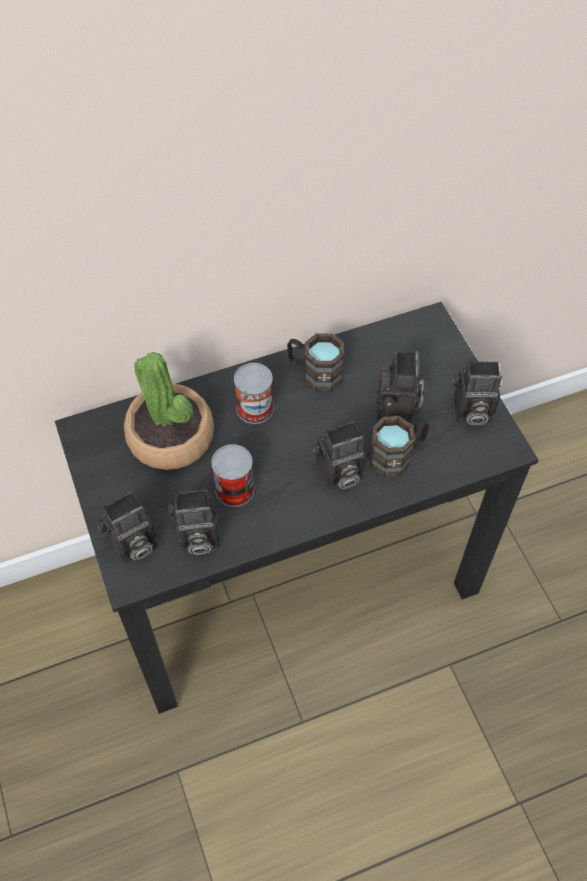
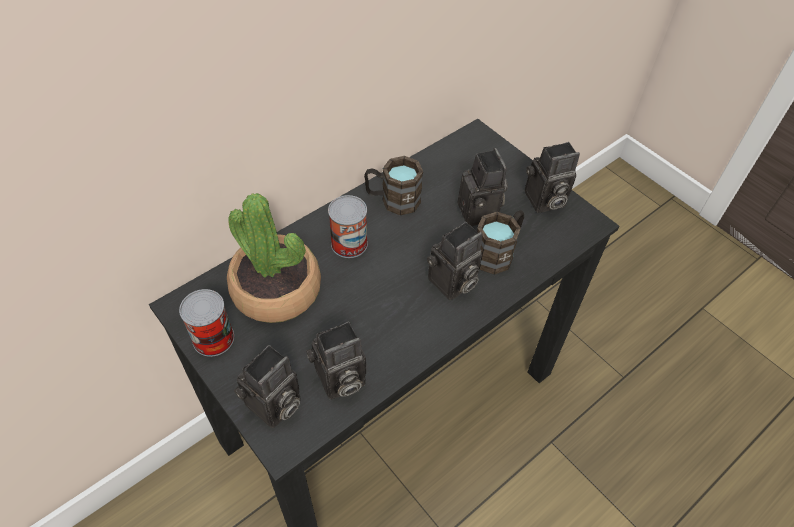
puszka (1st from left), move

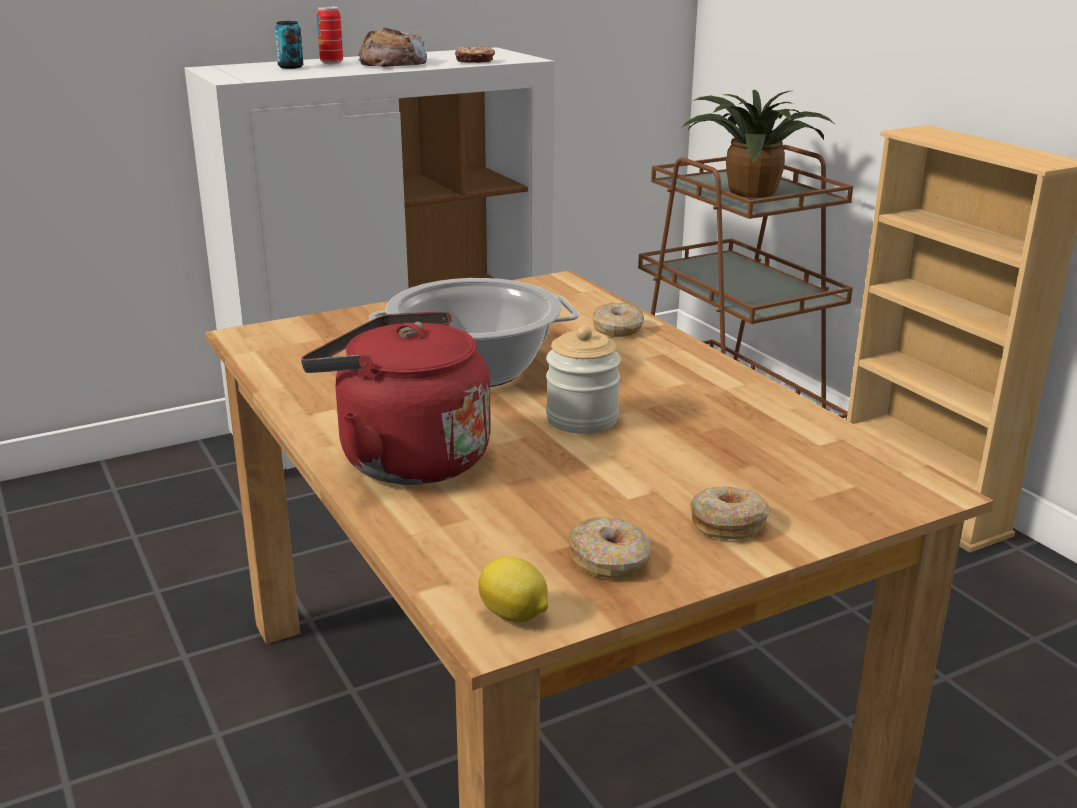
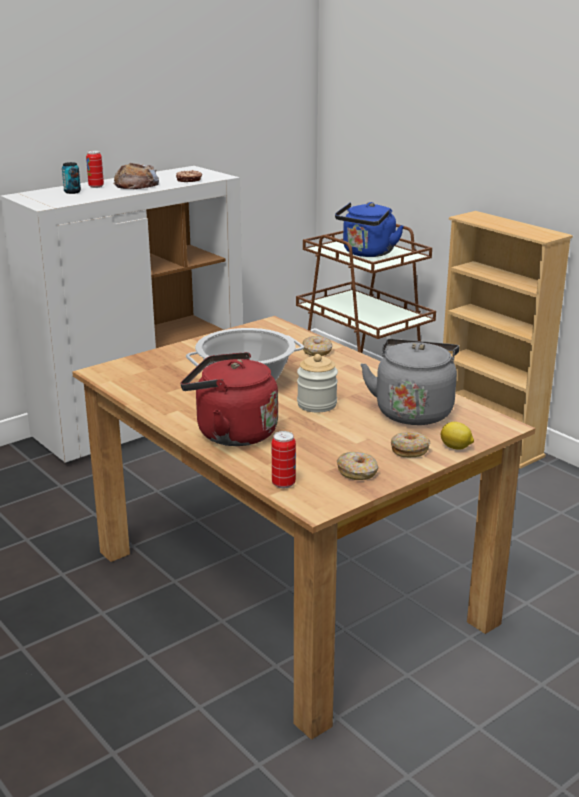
none -> puszka (3rd from left)
none -> czajnik [szary]
cytryna, move
roślina doniczkowa -> czajnik [niebieski]

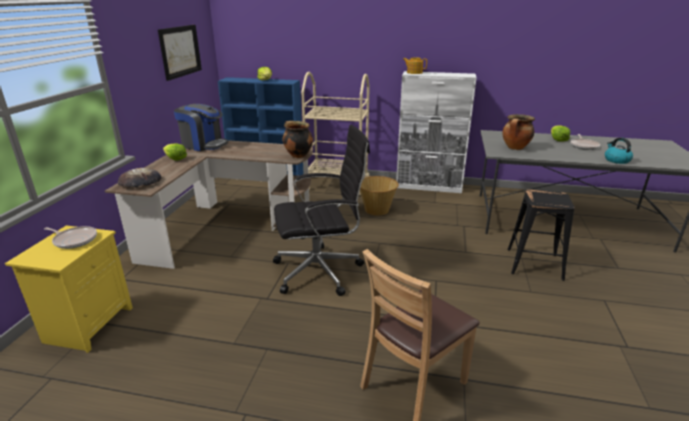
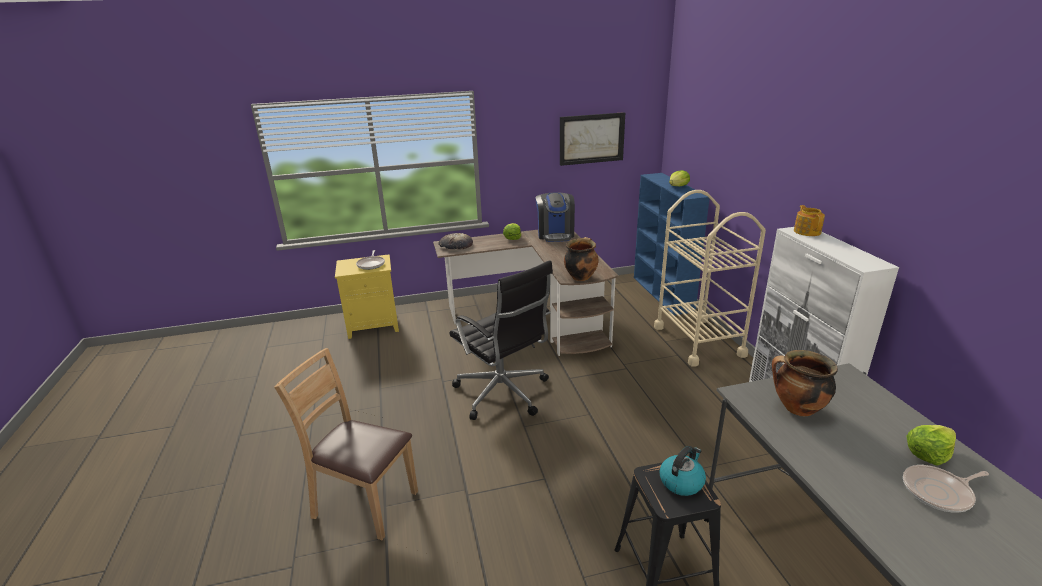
koszyk -> none
czajnik, move

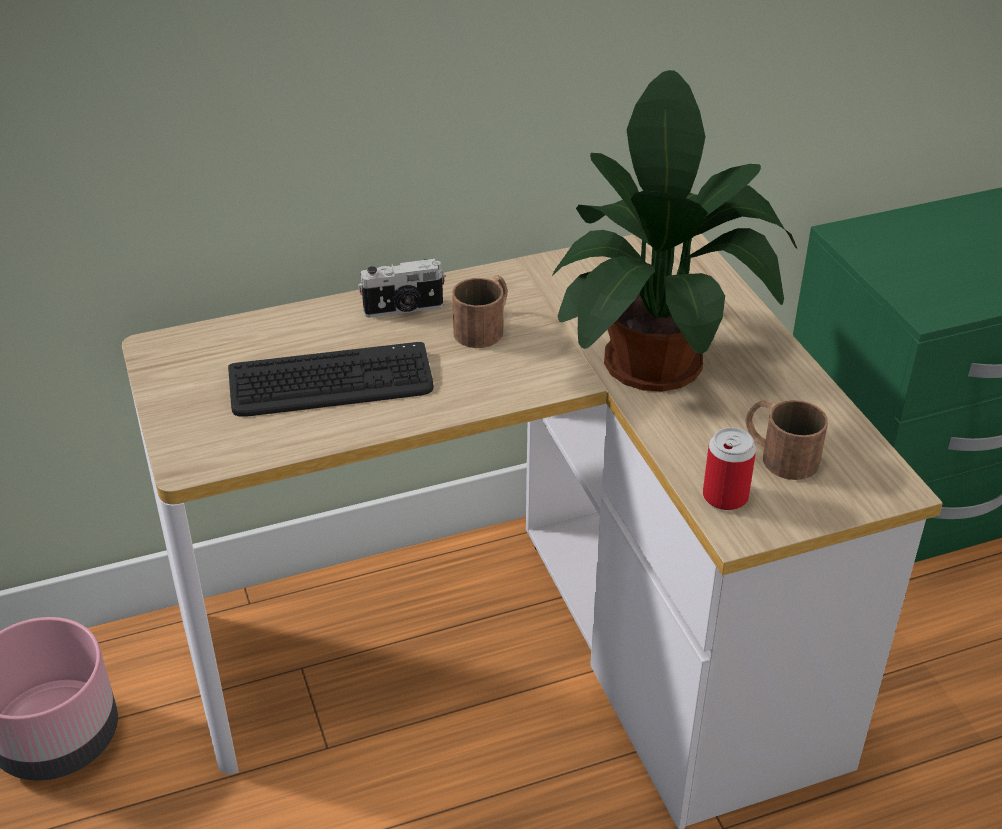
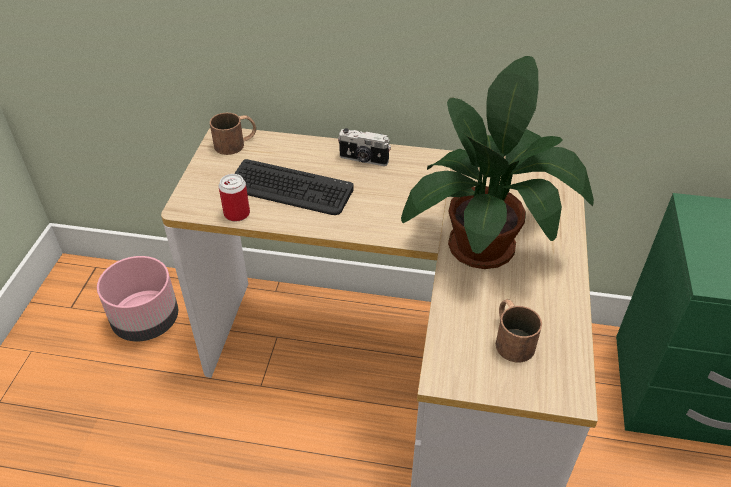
kubek [brązowy] (1st from left), move
puszka, move

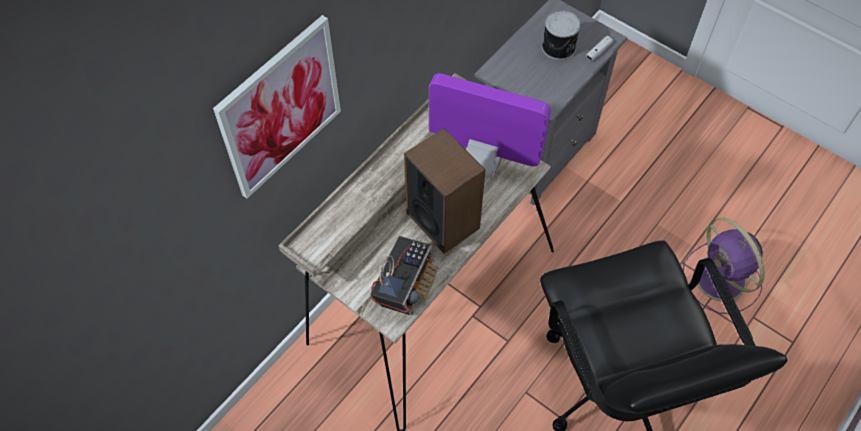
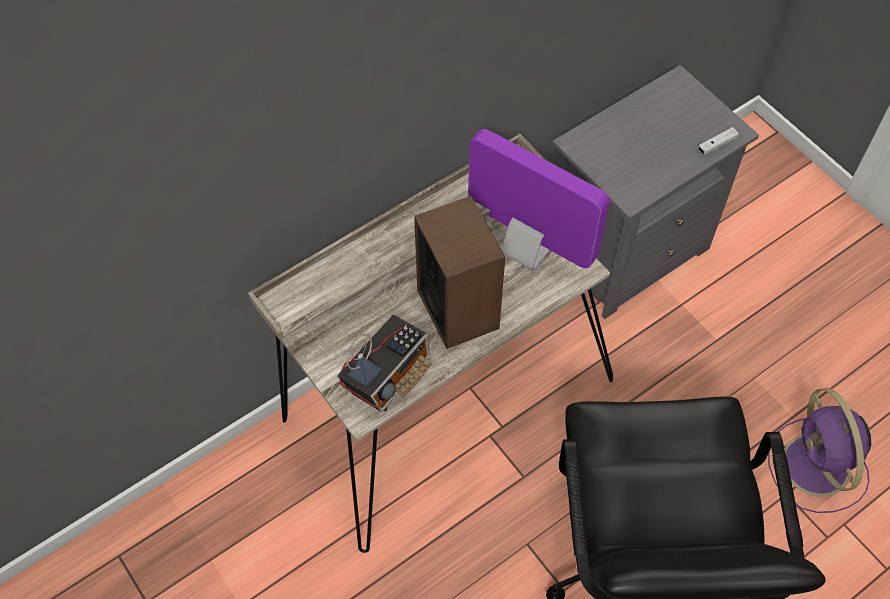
obraz -> none
puszka -> none

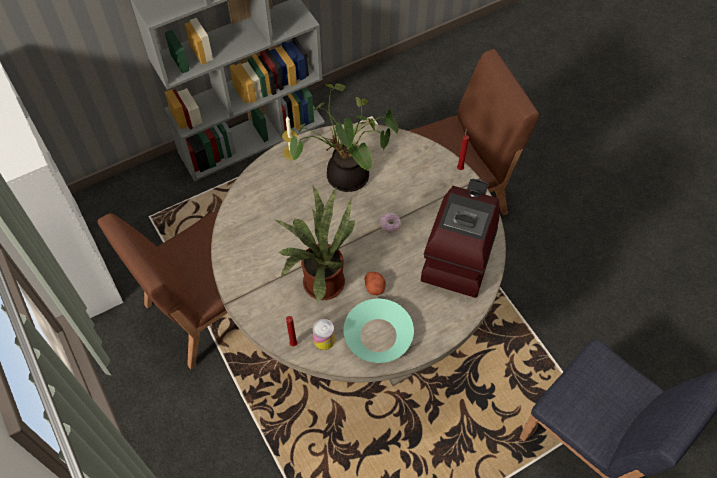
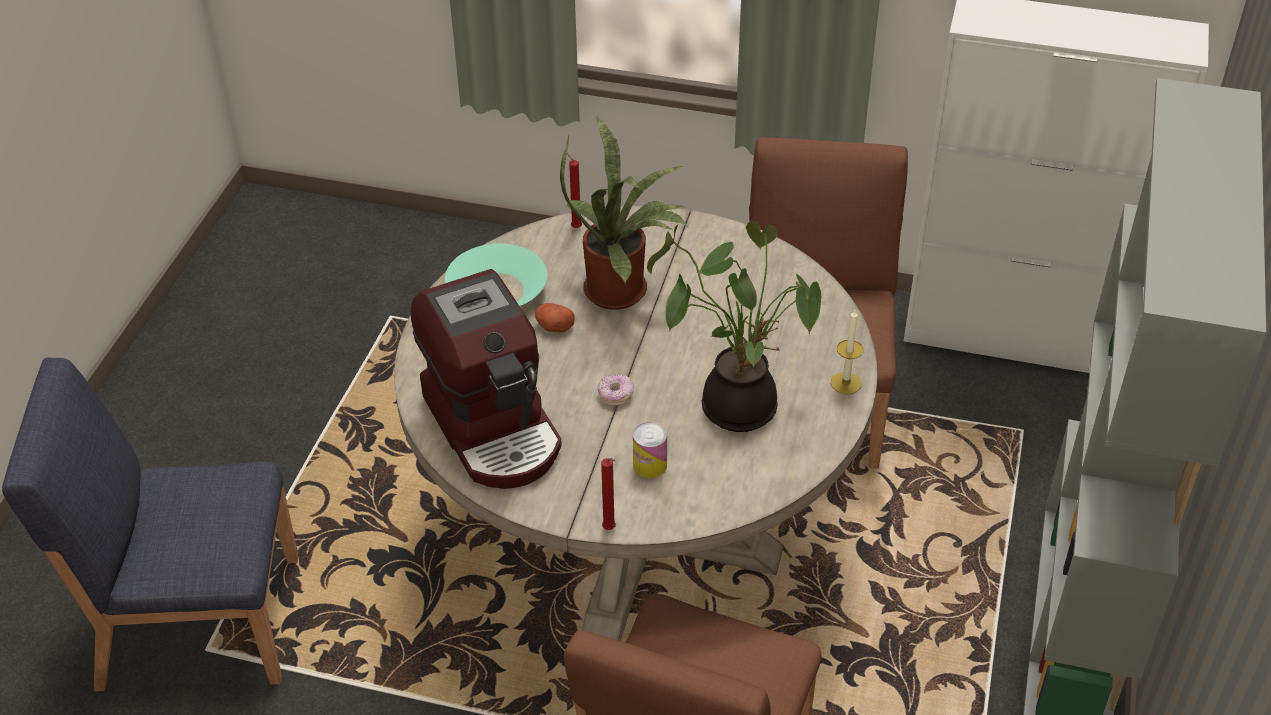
puszka, move

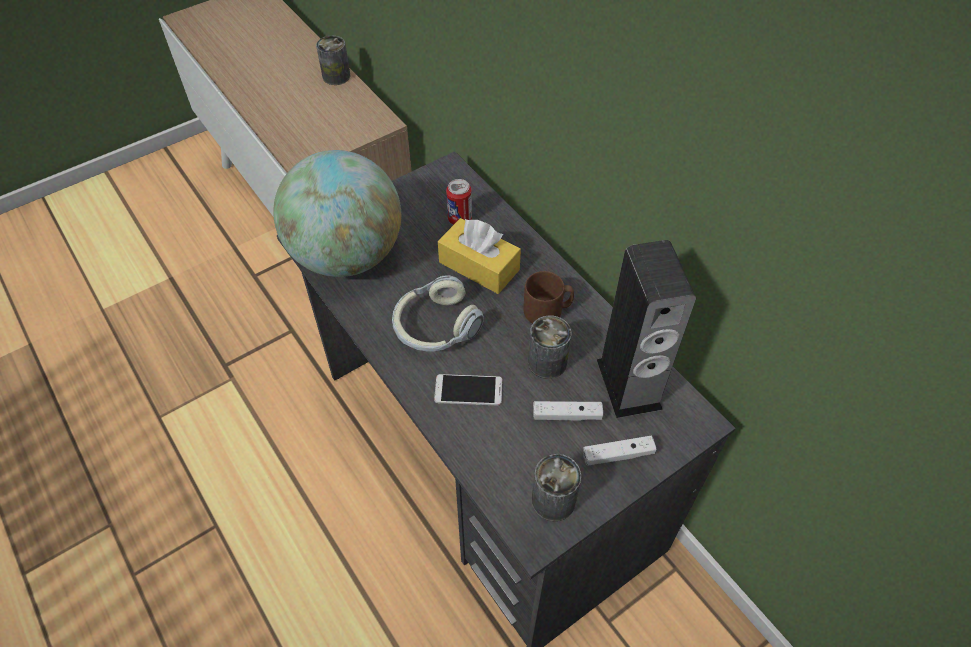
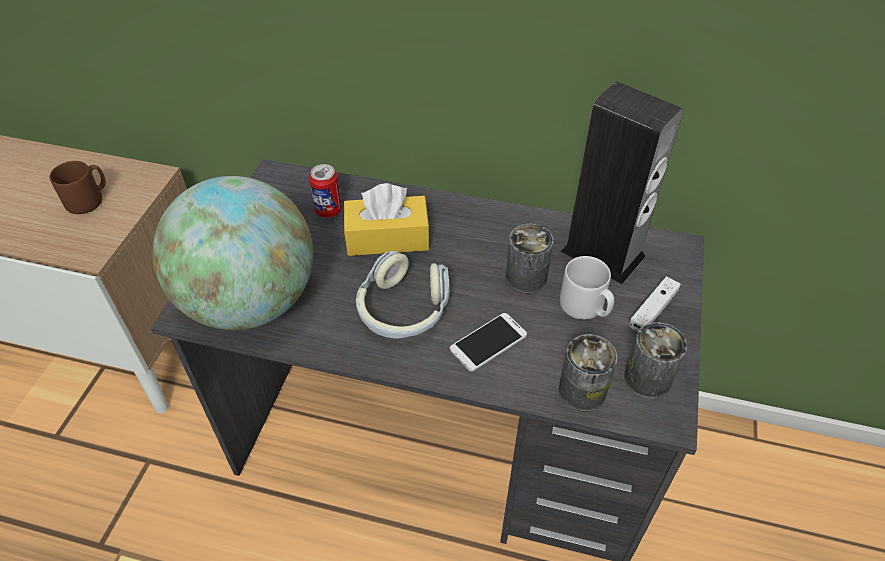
puszka (1st from left in the first image) -> puszka (3rd from left), move
kubek [brązowy], move
pad do gier [biały] (1st from left) -> kubek [szary]

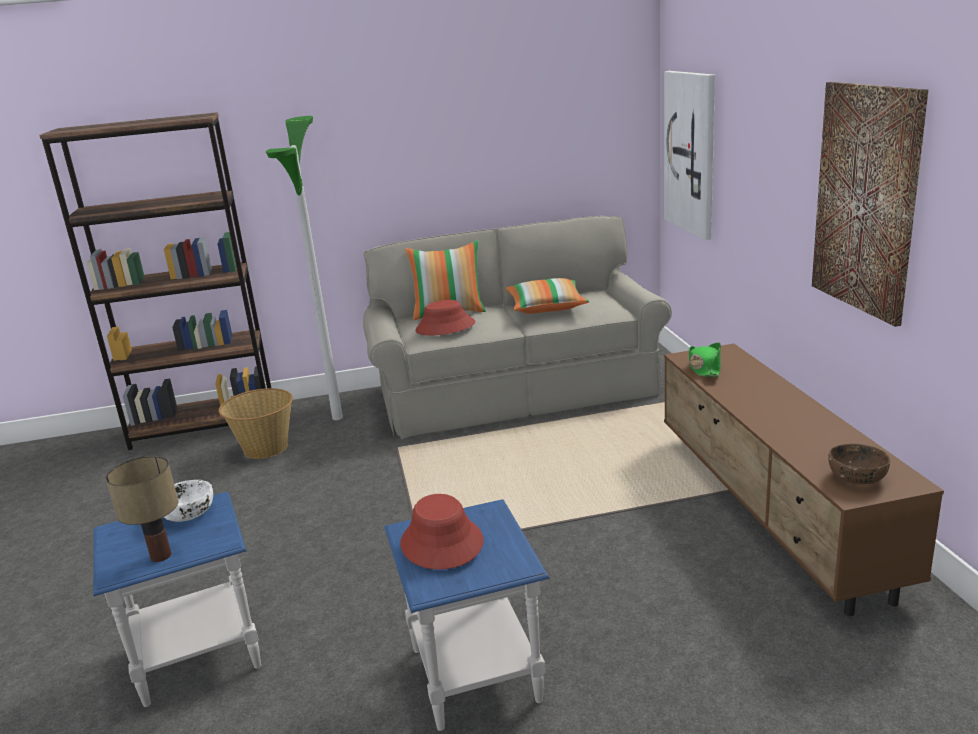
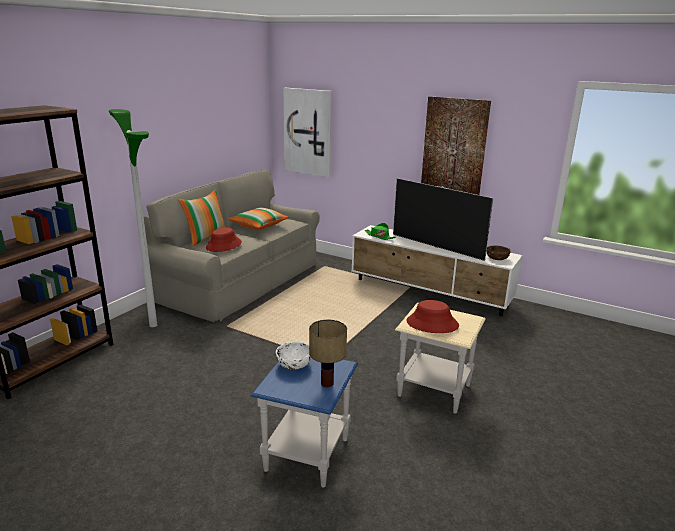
koszyk -> none
none -> telewizor
stolik [niebieski] (2nd from left) -> stolik [beżowy]
szafka pod telewizor [brązowy] -> szafka pod telewizor [biały]

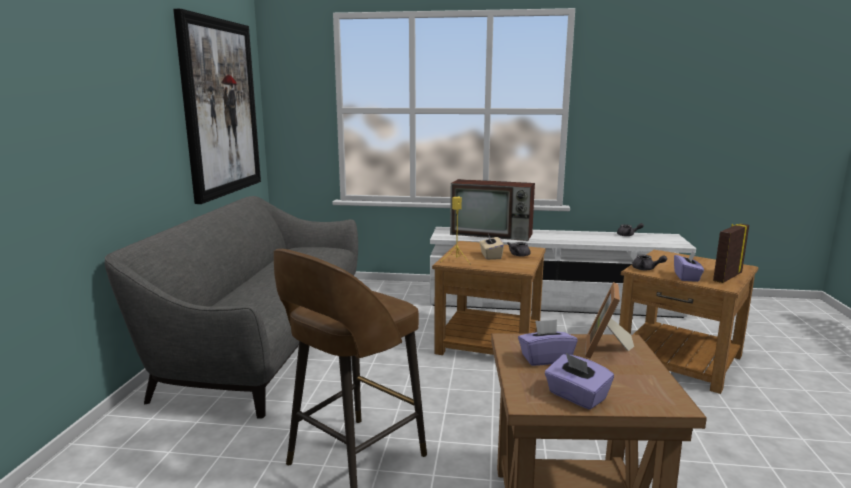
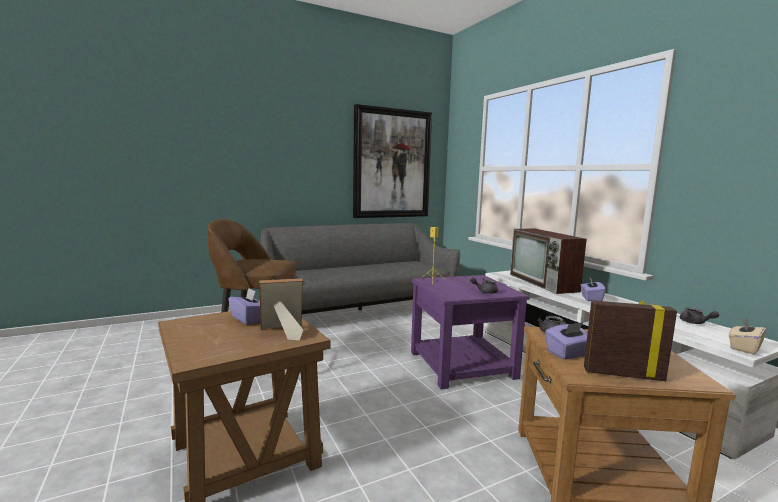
pudełko chusteczek [beżowy], move
pudełko chusteczek [fioletowy] (2nd from left in the first image) -> pudełko chusteczek [fioletowy] (3rd from left), move
stolik [brązowy] (1st from left) -> stolik [fioletowy]

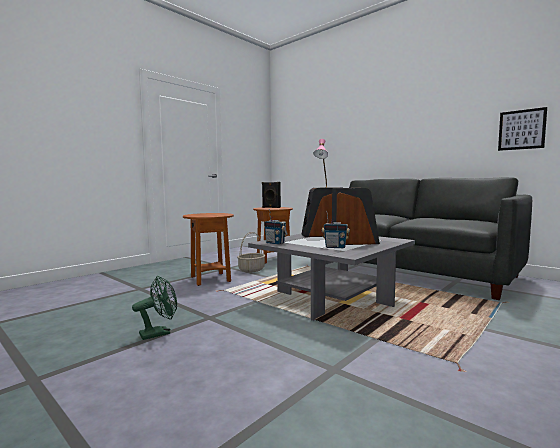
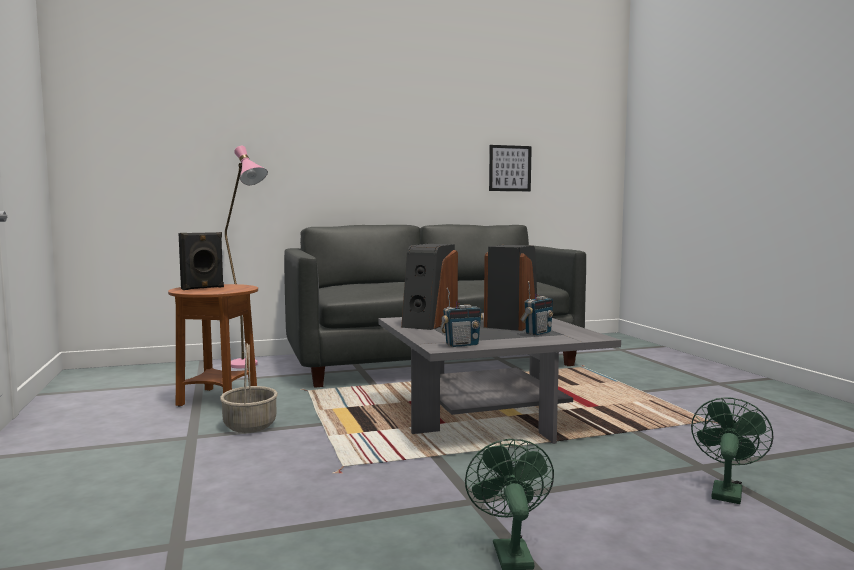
stolik [brązowy] (1st from left) -> none
none -> wentylator [zielony] (2nd from left)

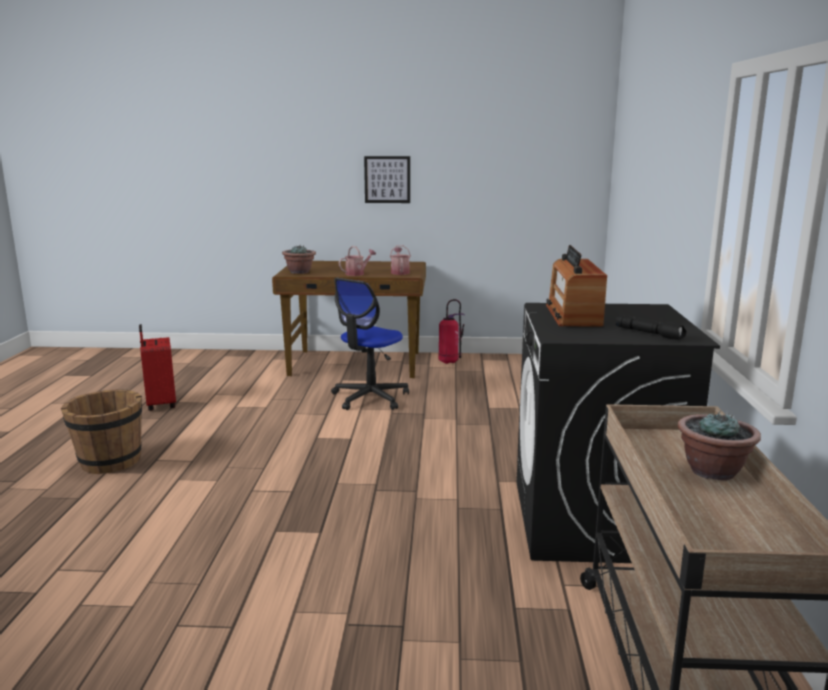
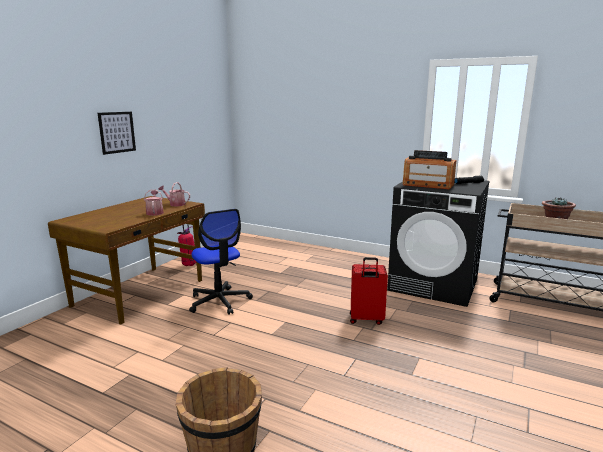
roślina doniczkowa (1st from left) -> none
walizka [czerwony], move

